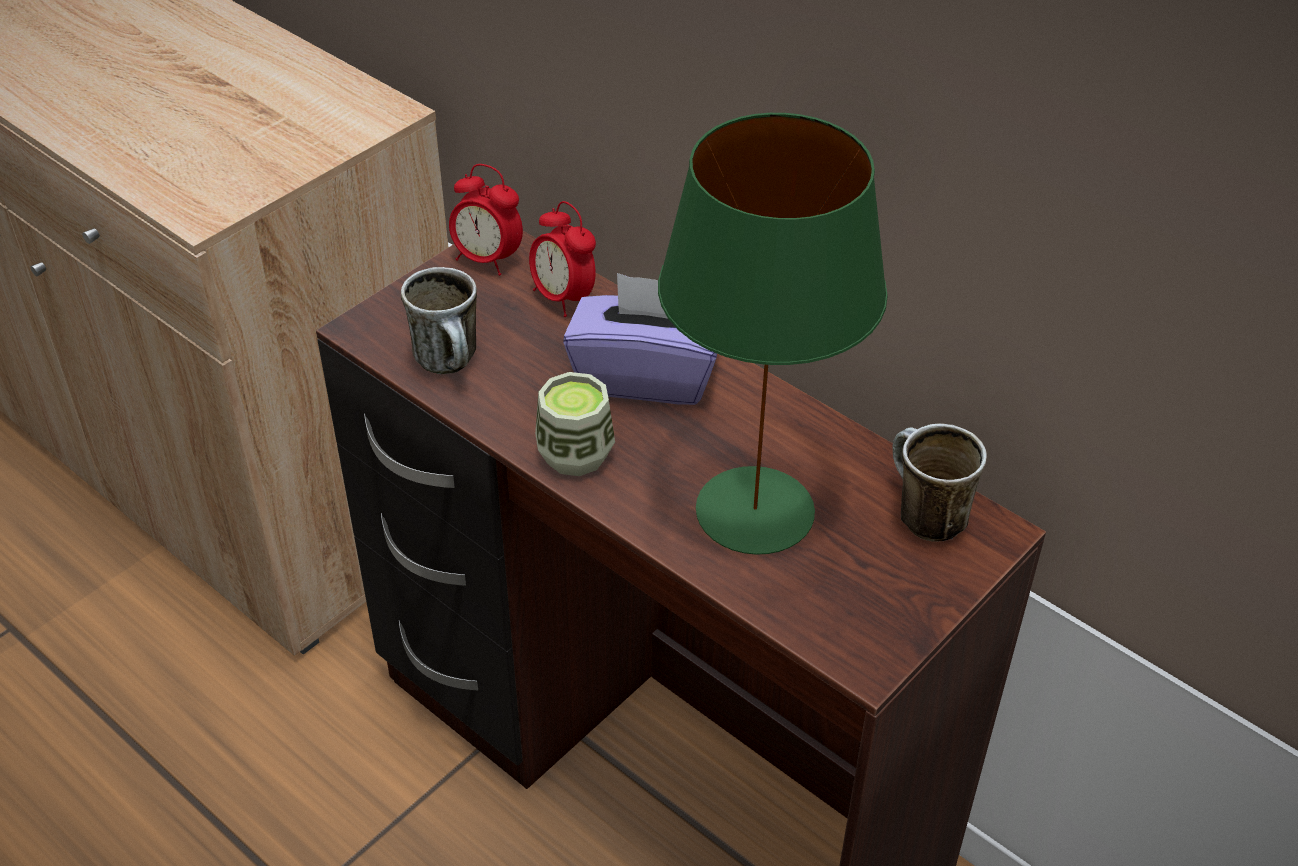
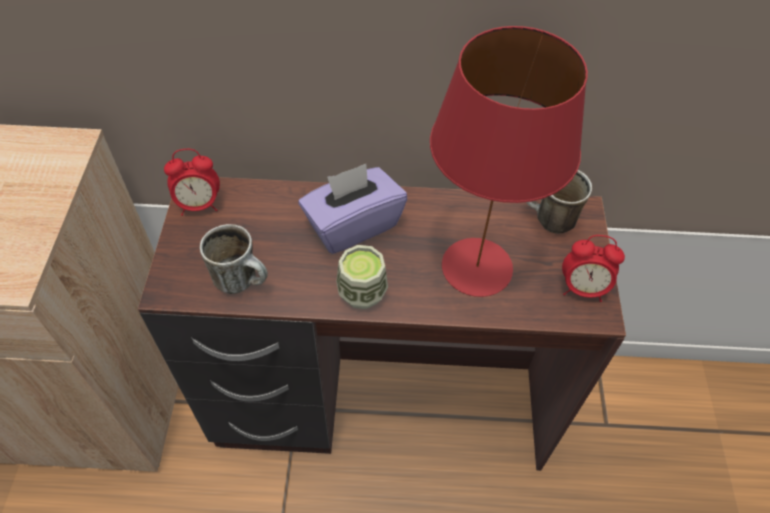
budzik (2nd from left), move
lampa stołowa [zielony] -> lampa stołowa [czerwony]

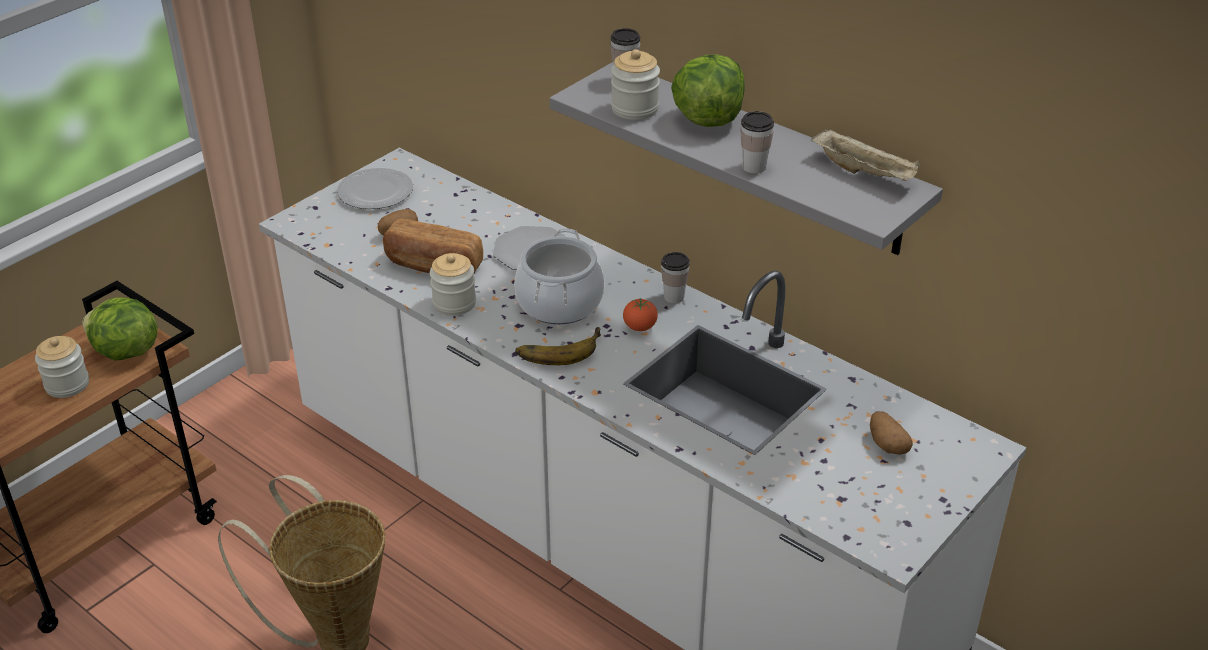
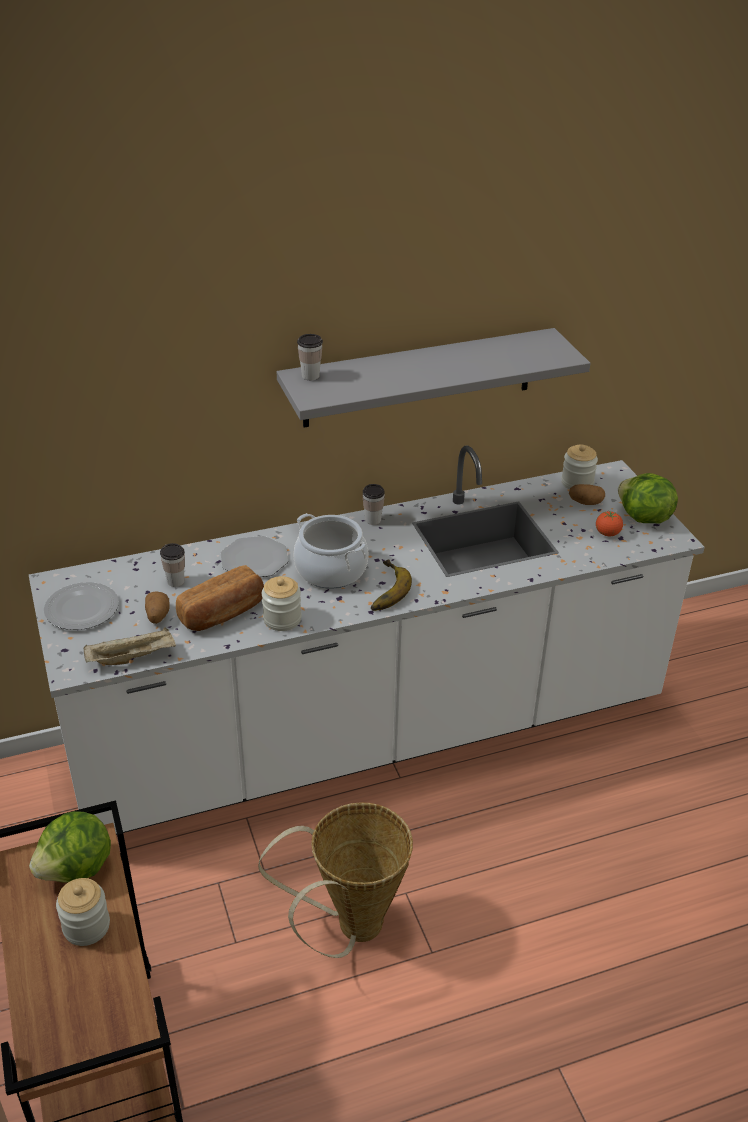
słoik (3rd from left), move
pomidor, move
sałata (2nd from left), move
filiżanka (3rd from left in the first image) -> filiżanka (1st from left), move
taca [beżowy], move

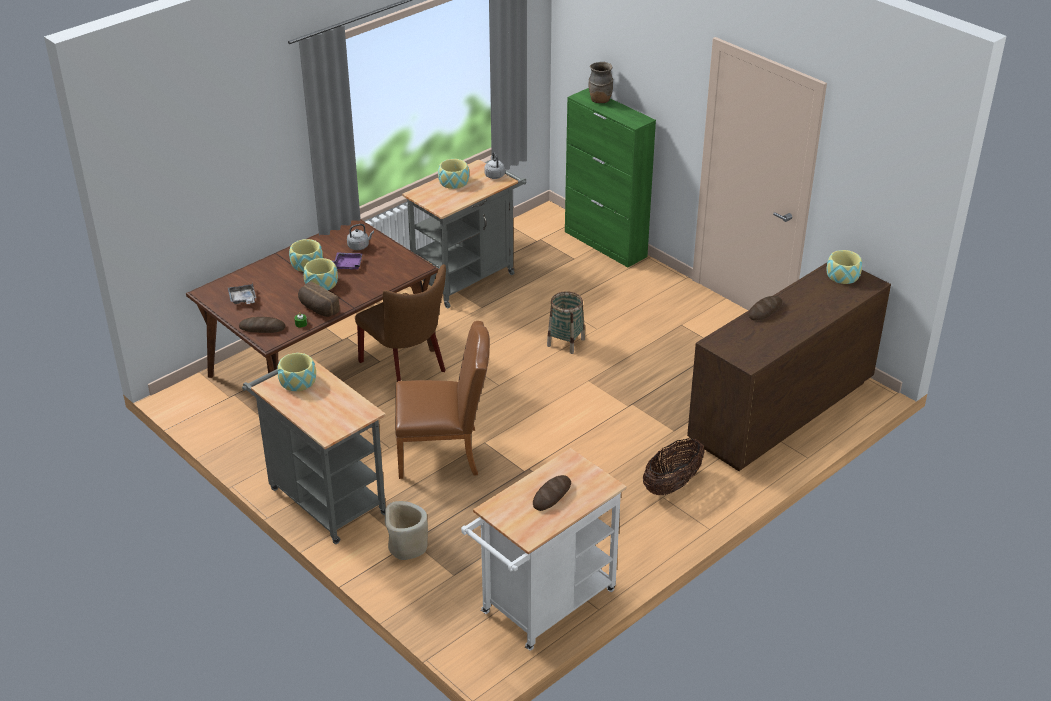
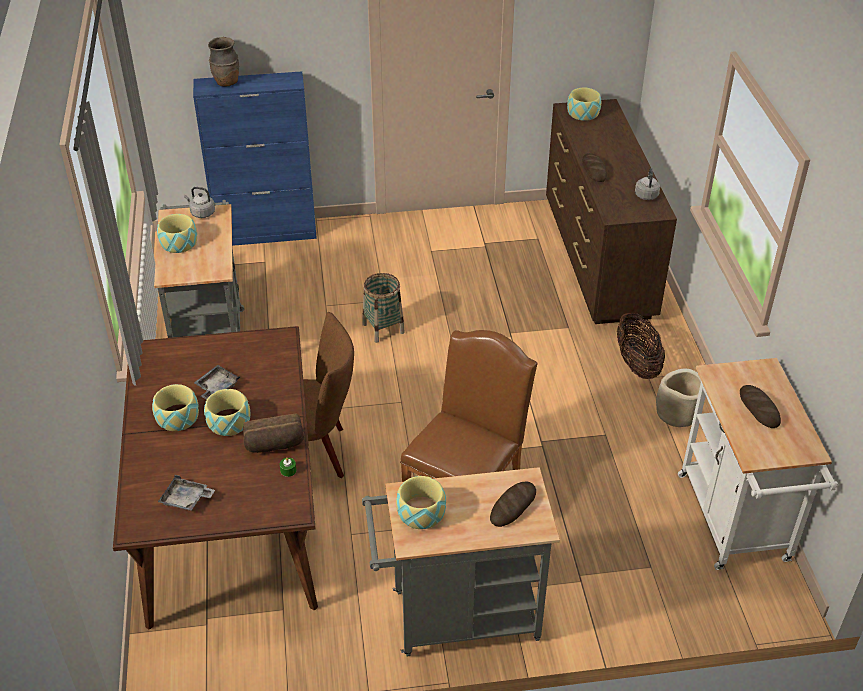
chleb (1st from left in the first image) -> chleb (2nd from left), move
czajnik [szary] (1st from left in the first image) -> czajnik [szary] (2nd from left), move
donica [beżowy], move
taca [fioletowy] -> taca [szary] (2nd from left)
szafka [zielony] -> szafka [niebieski]

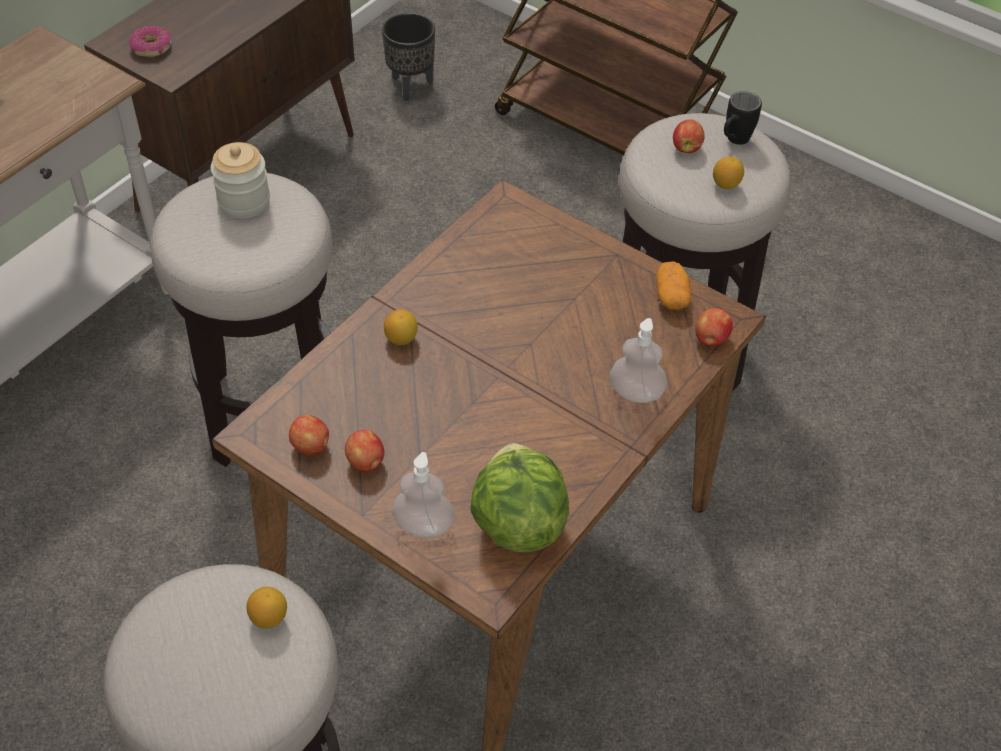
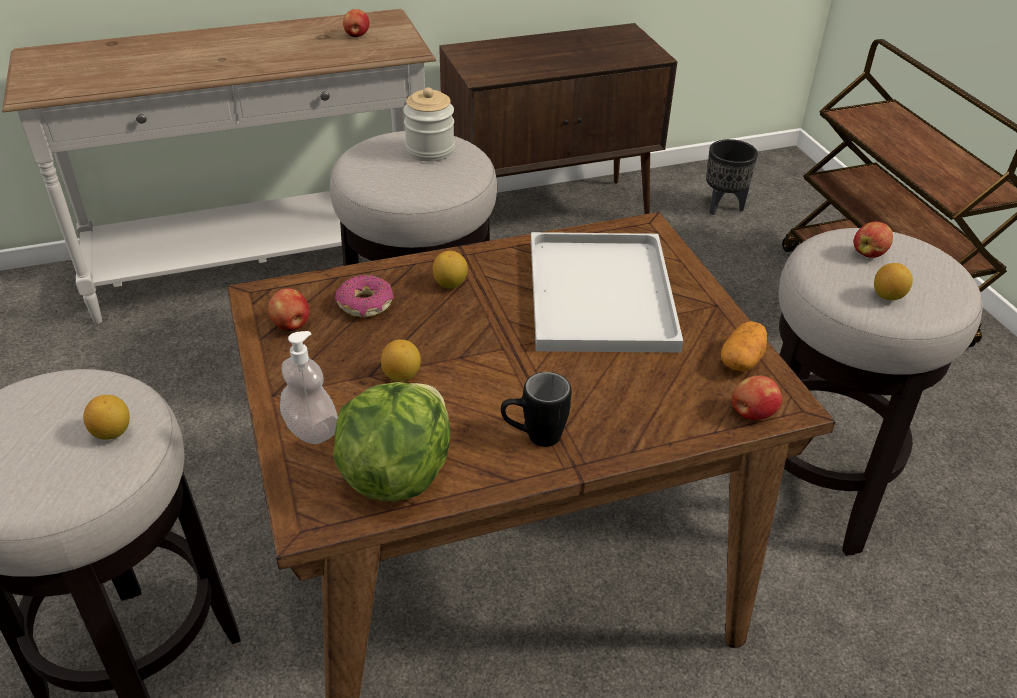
dozownik mydła (2nd from left) -> none
none -> cytryna (2nd from left)
none -> taca [biały]
donut, move
jabłko (2nd from left), move
kubek [czarny], move

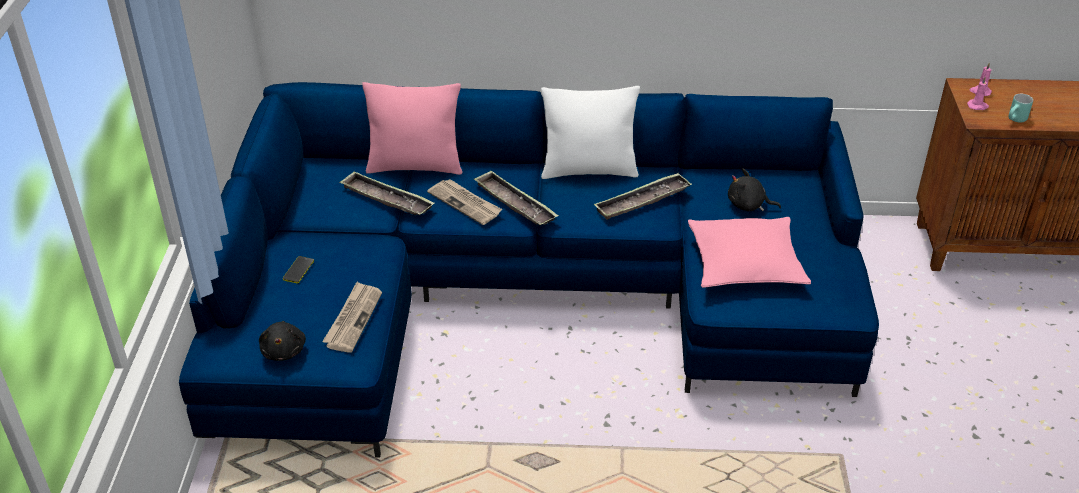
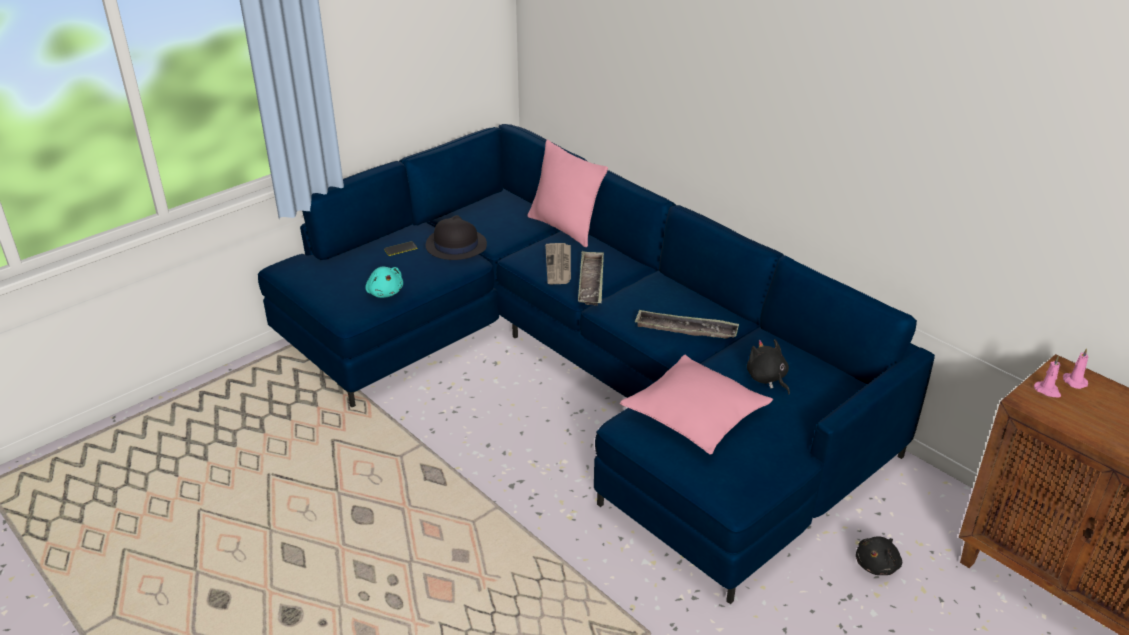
taca (1st from left) -> none
poduszka [biały] -> none
kubek [turkusowy] -> none
none -> kapelusz [czarny]
pluszak [czarny] (1st from left in the first image) -> pluszak [czarny] (2nd from left), move
gazeta (1st from left) -> pluszak [turkusowy]

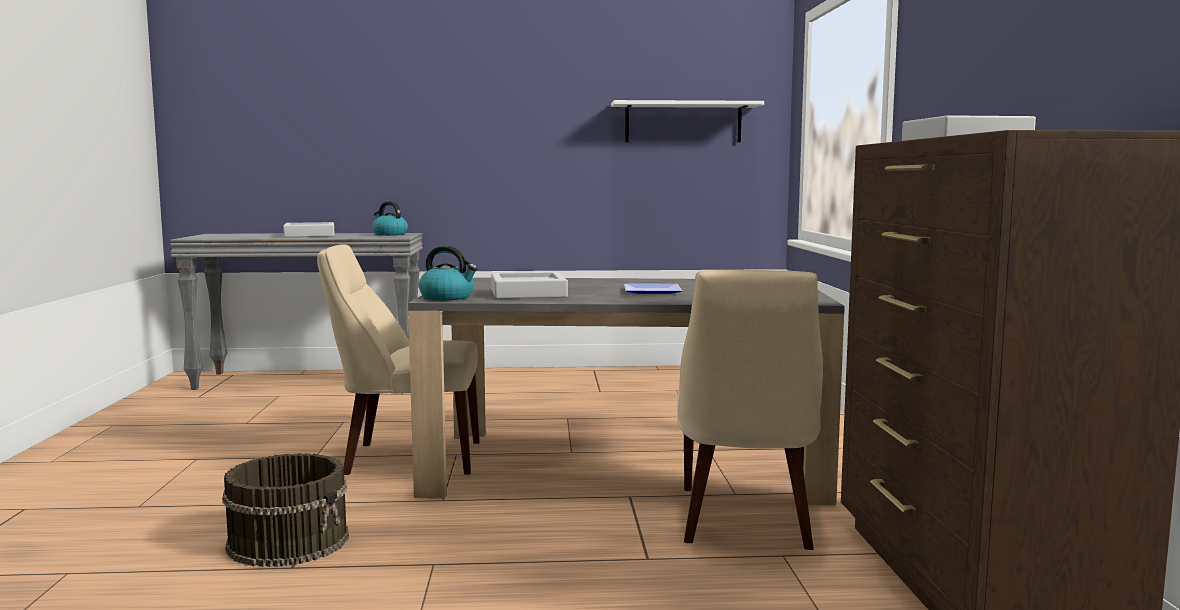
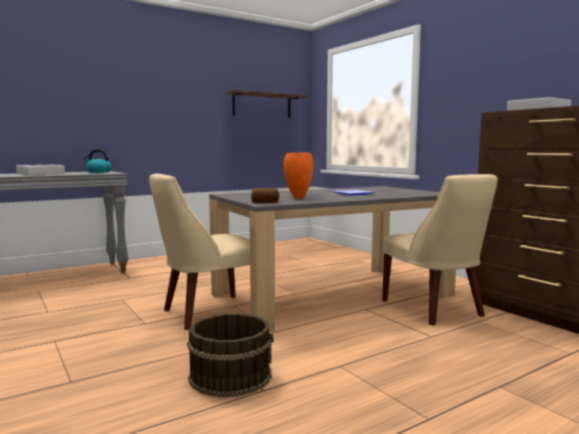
czajnik (2nd from left) -> chleb
taca [szary] (2nd from left) -> wazon [pomarańczowy]
półka [biały] -> półka [brązowy]

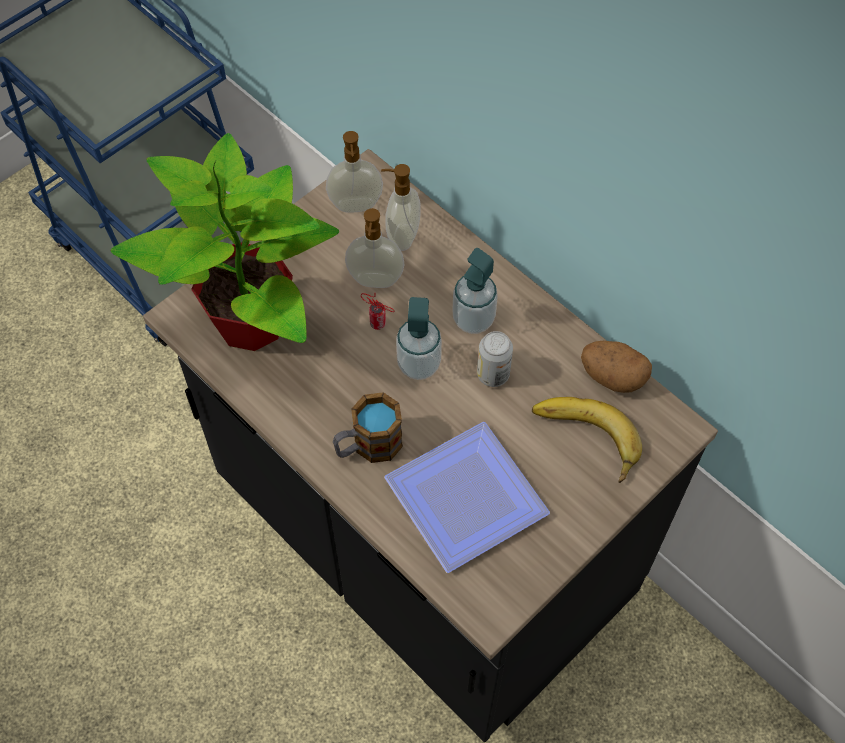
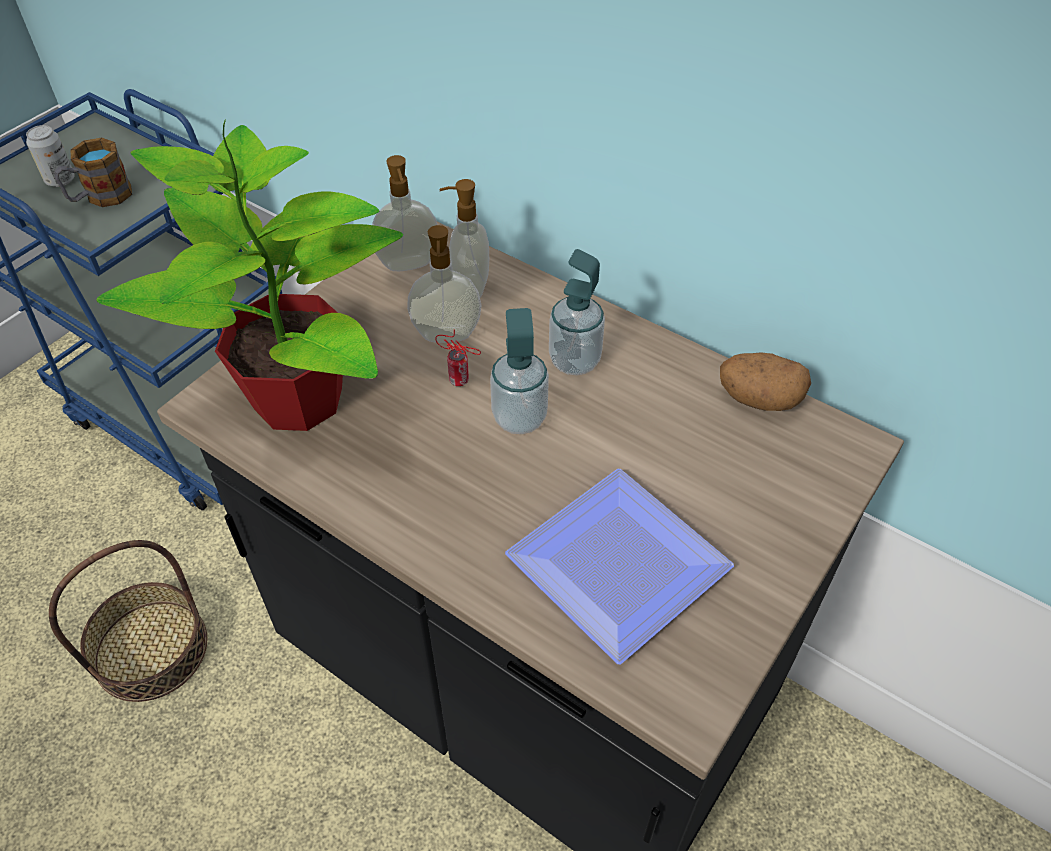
banan -> none
none -> koszyk
kubek, move
puszka (2nd from left in the first image) -> puszka (1st from left), move

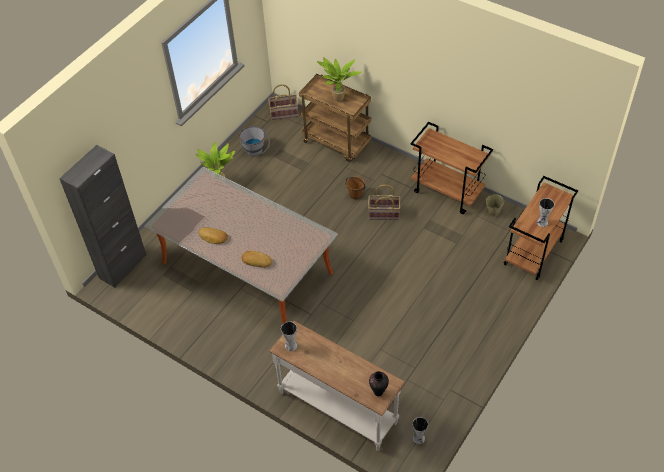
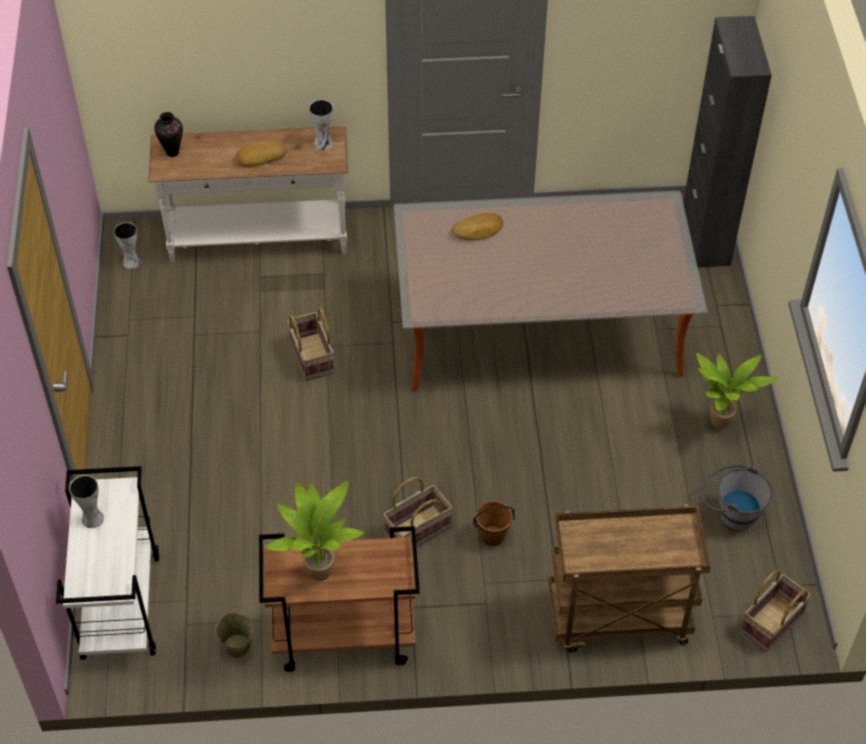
none -> koszyk (1st from left)
chleb (1st from left), move
roślina doniczkowa (2nd from left in the first image) -> roślina doniczkowa (1st from left), move
wózek [brązowy] (3rd from left) -> wózek [biały]

